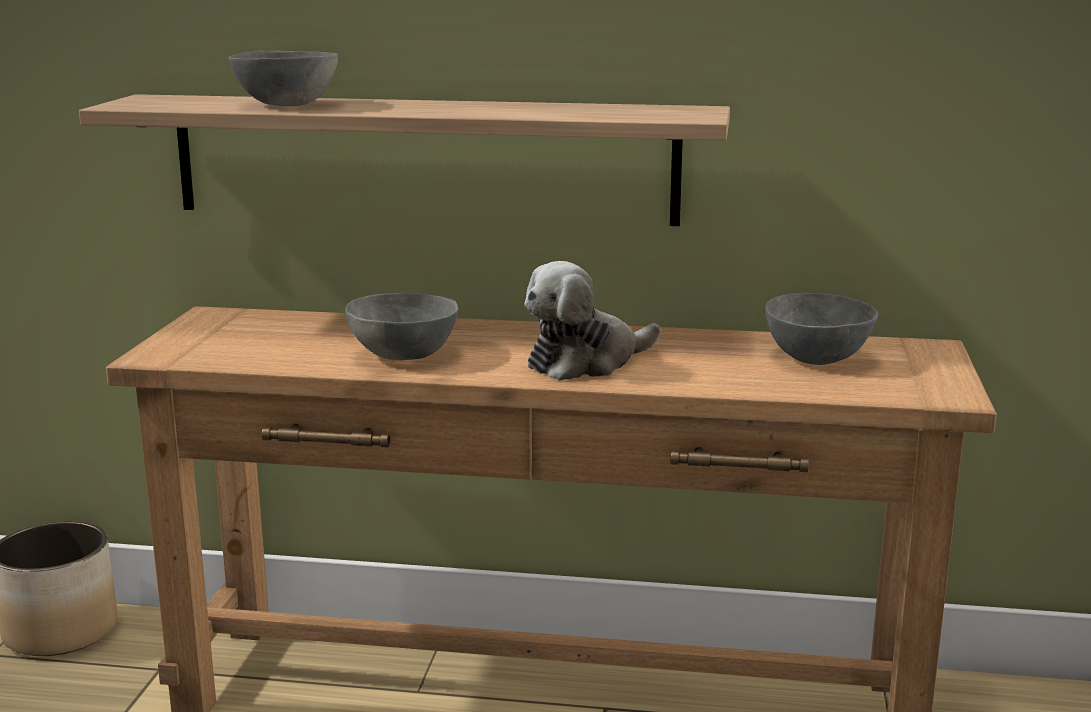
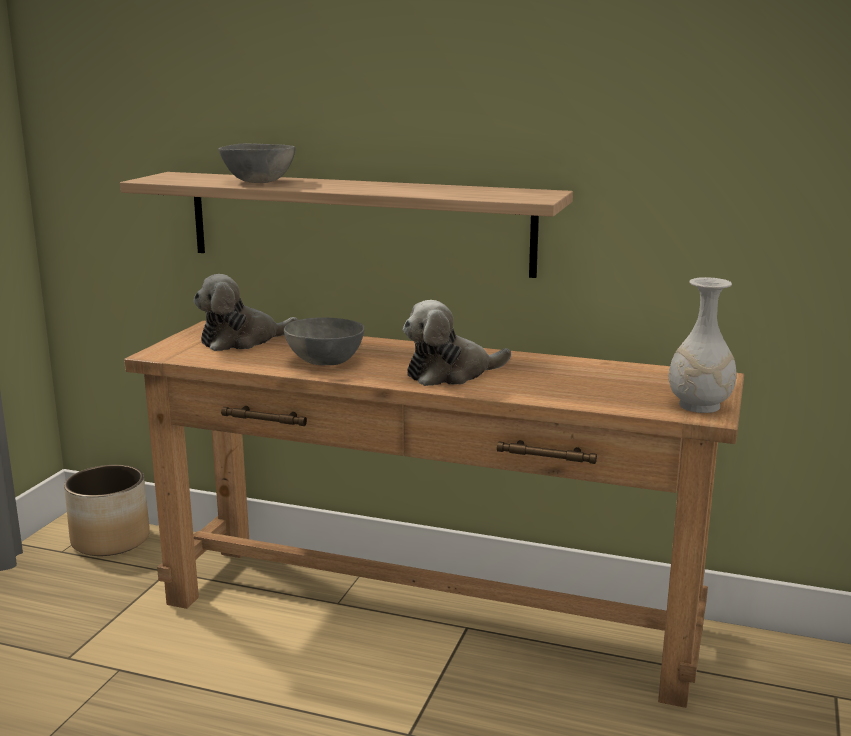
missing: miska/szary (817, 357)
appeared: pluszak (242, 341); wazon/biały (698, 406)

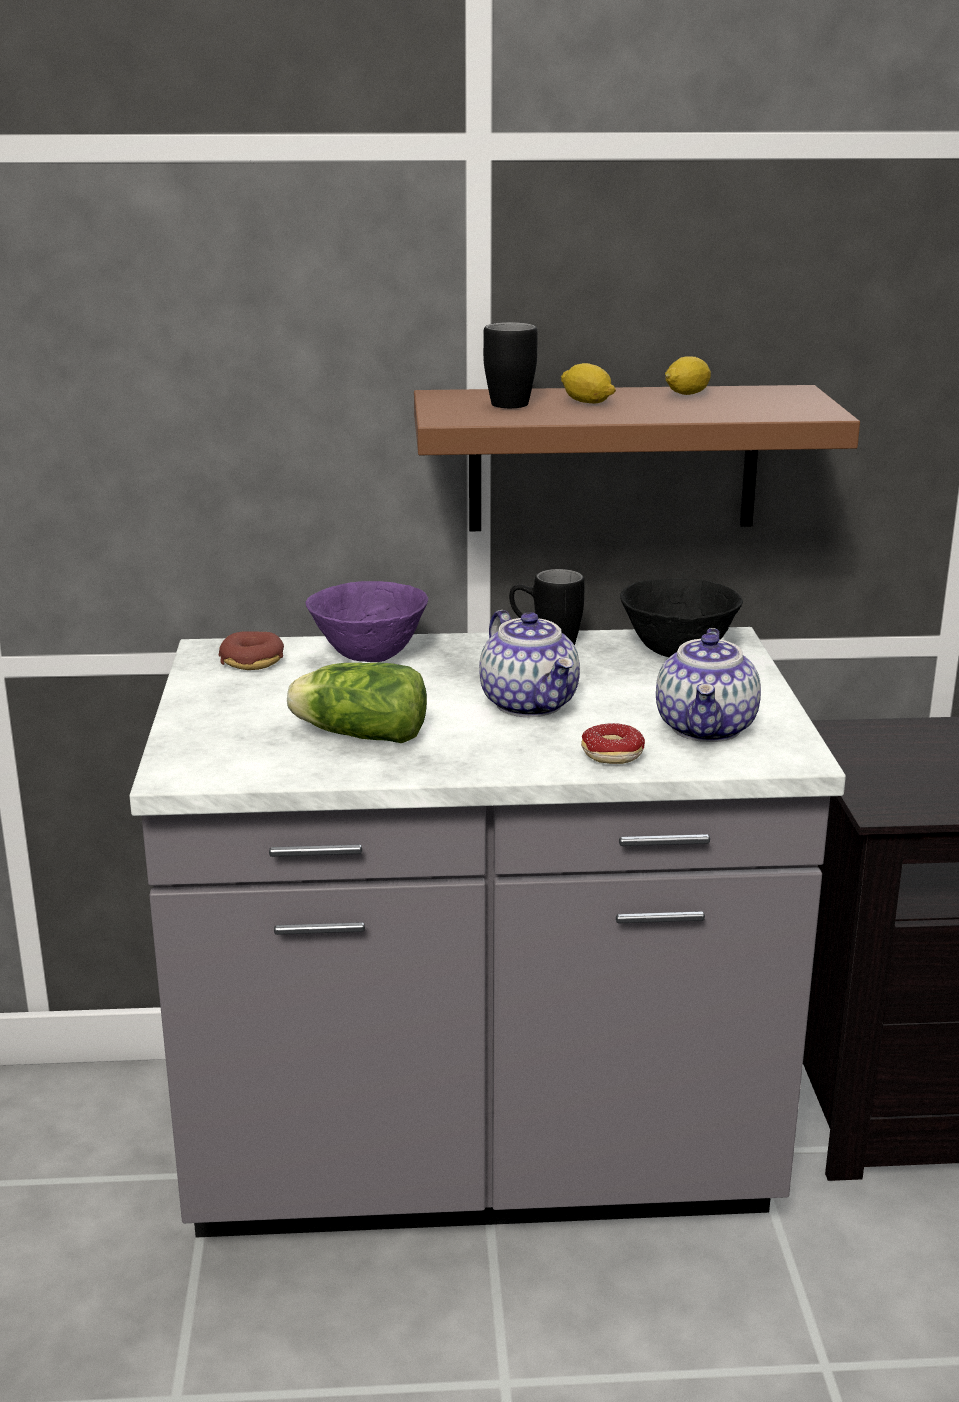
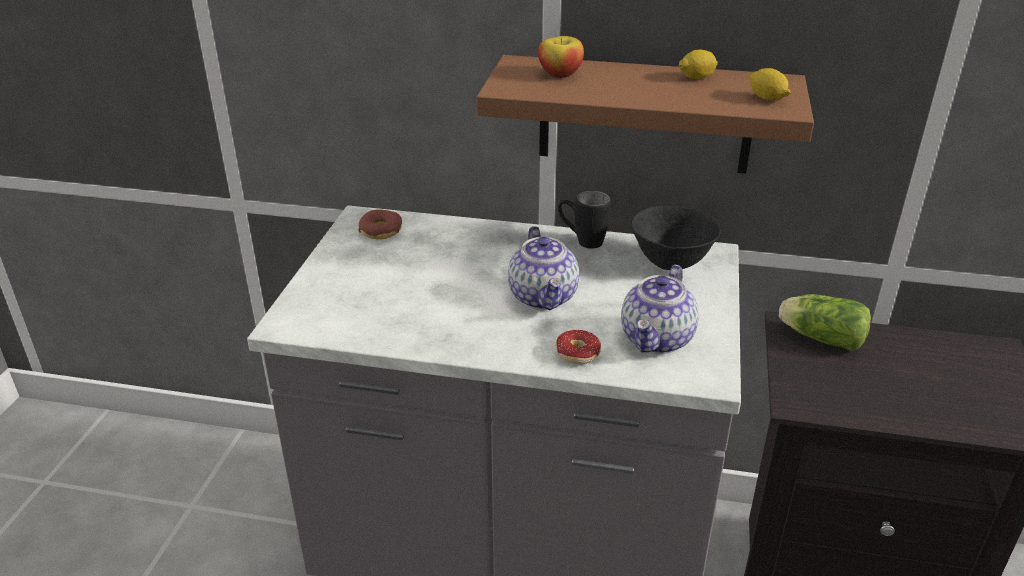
missing: miska/fioletowy (368, 656)
relocated: sałata (357, 735) to (819, 337); cytryna (587, 402) to (767, 98)
exchanged: kubek/czarny (510, 401) to jabłko (560, 74)

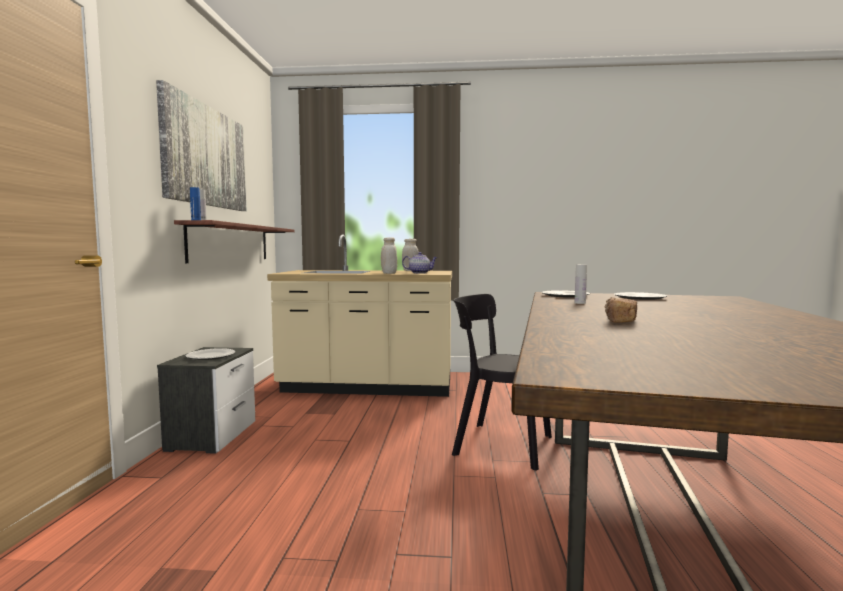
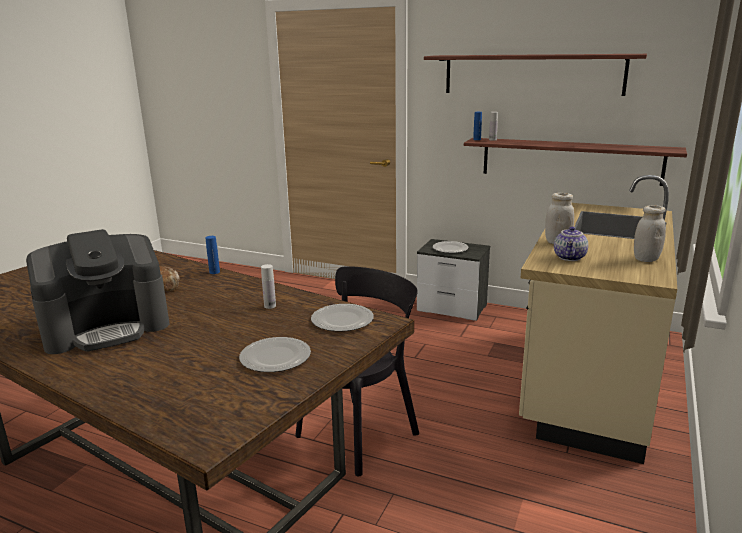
appeared: ekspres do kawy (107, 327); butelka/niebieski (214, 272)
exchanged: obraz (206, 156) to półka (532, 74)

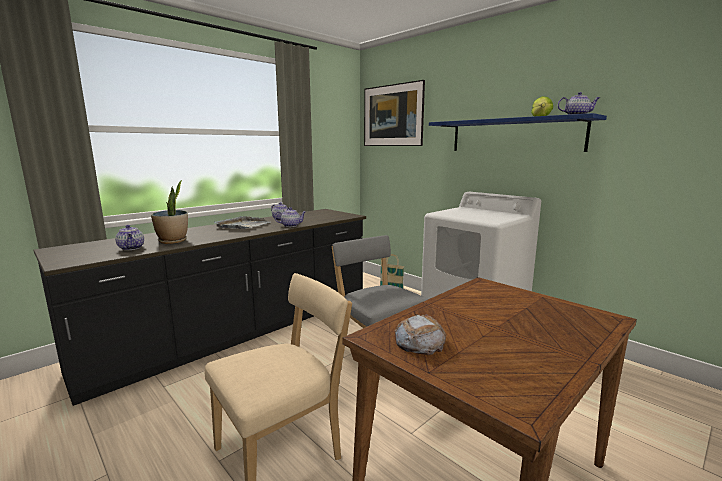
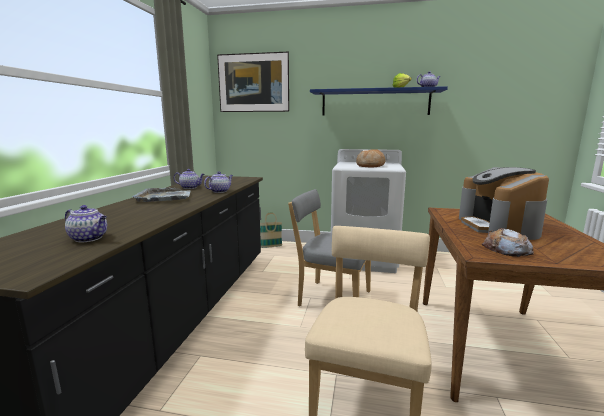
missing: roślina doniczkowa (173, 241)
appeared: chleb (370, 166); ekspres do kawy (498, 227)

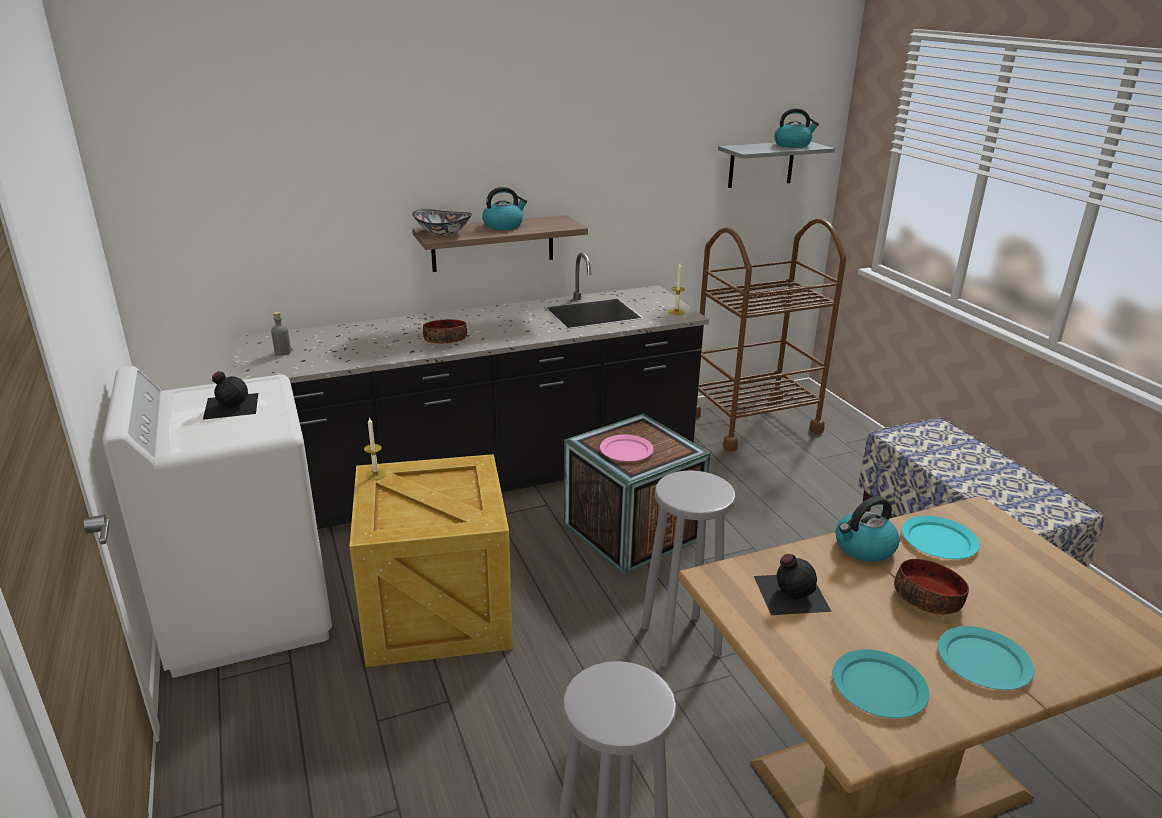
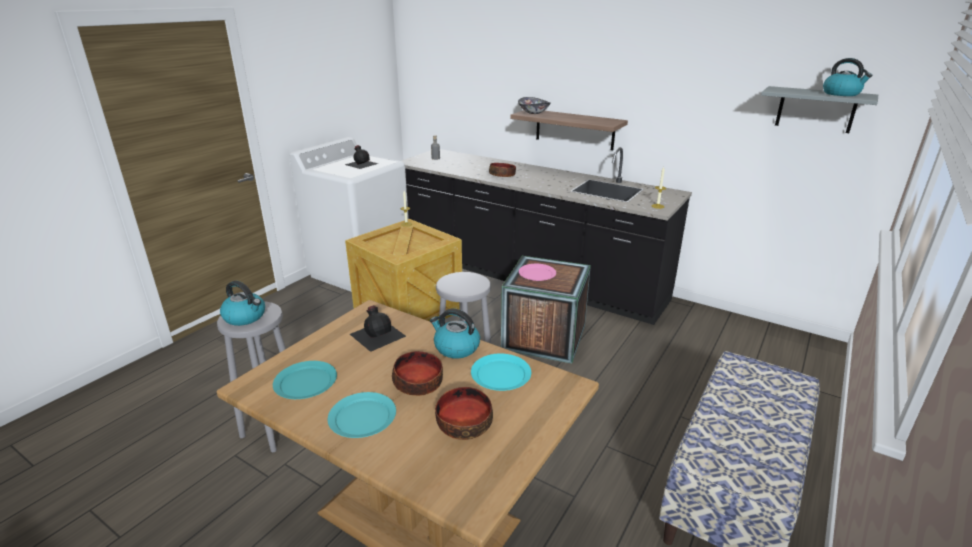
missing: wózek/brązowy (753, 423)
appeared: miska (463, 423)
relocated: czajnik (503, 225) to (245, 317)

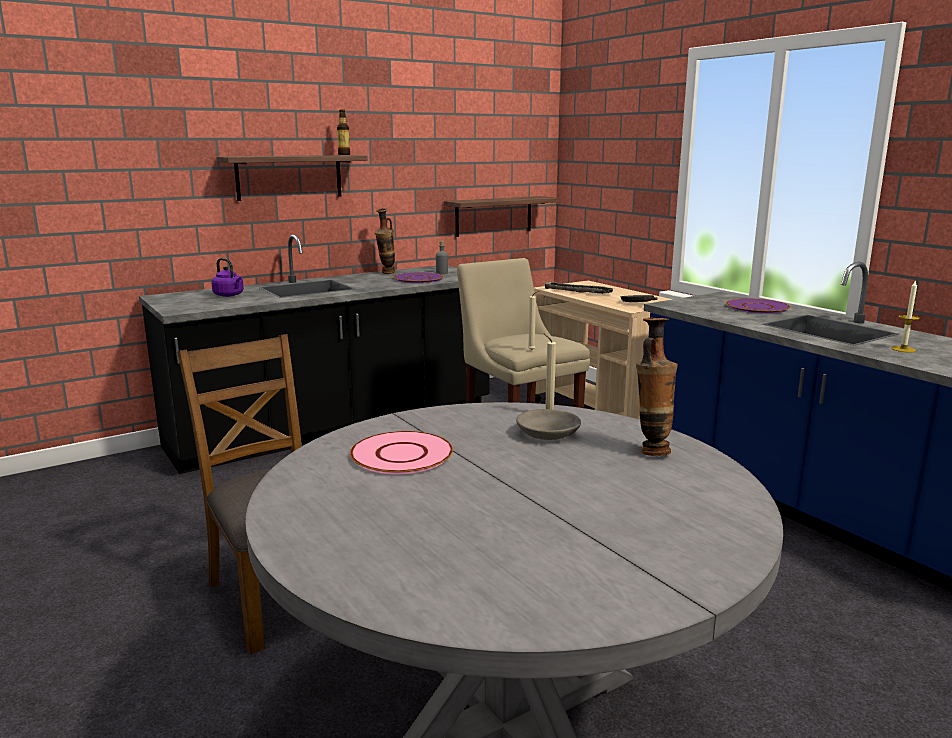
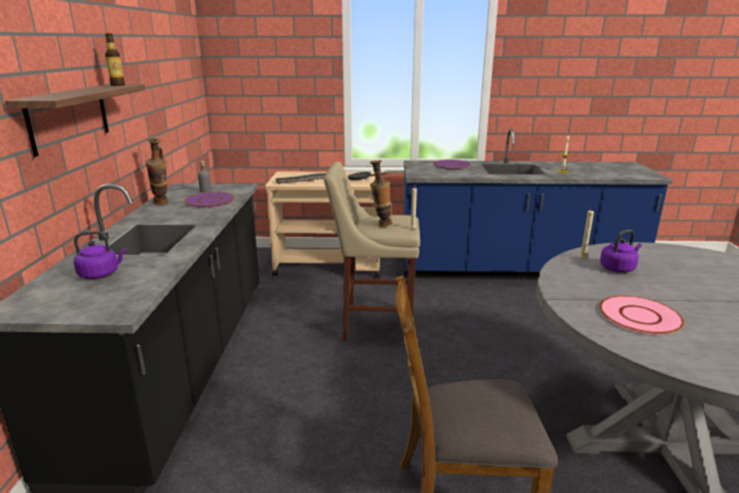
missing: półka (493, 216)
relocated: wazon (652, 450) to (380, 224)
exchanged: miska/szary (549, 434) to czajnik/fioletowy (618, 268)

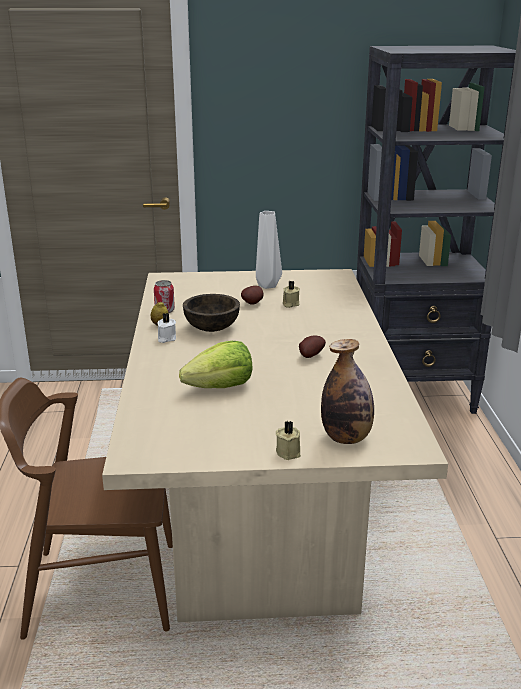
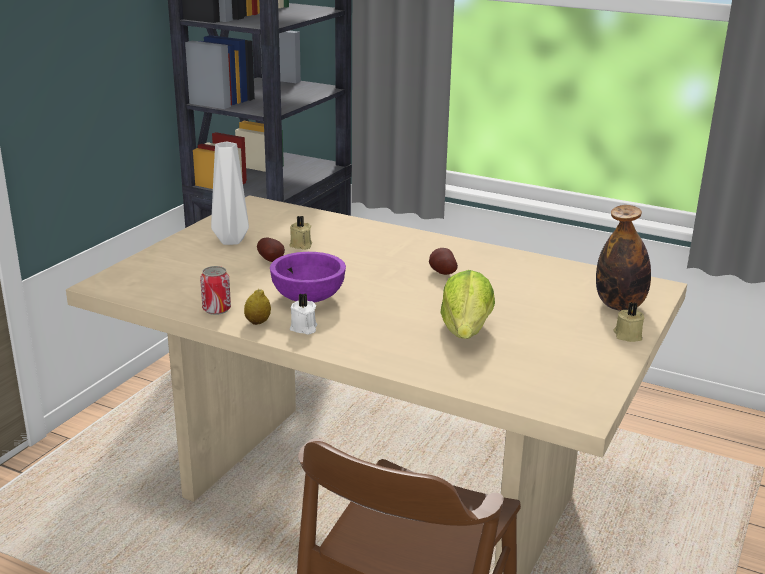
colour: miska/brązowy (212, 328) to miska/fioletowy (308, 297)

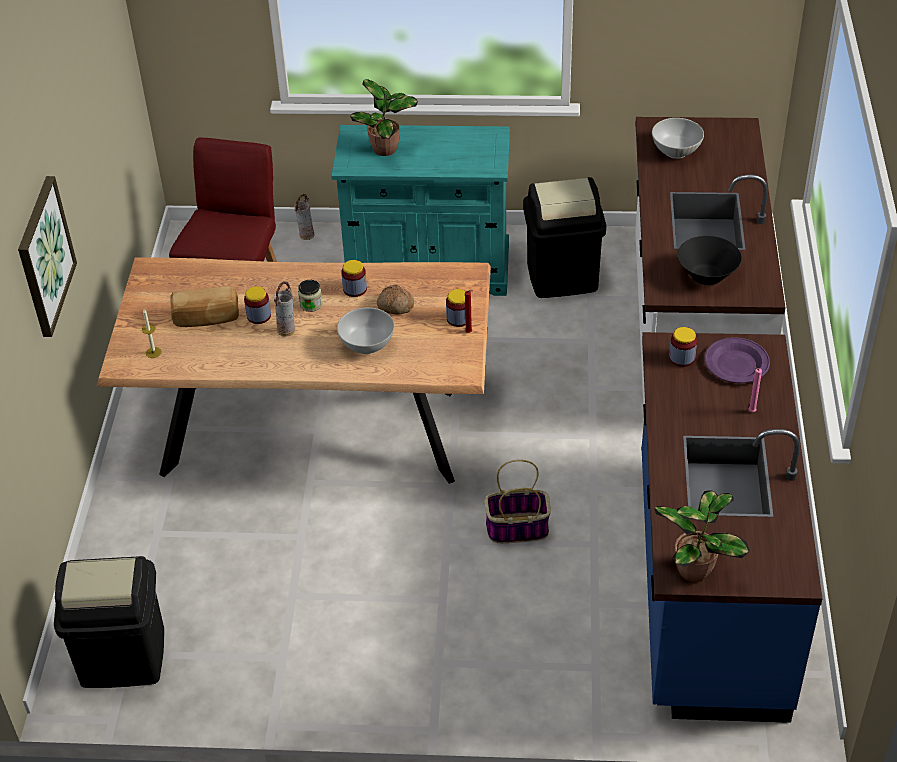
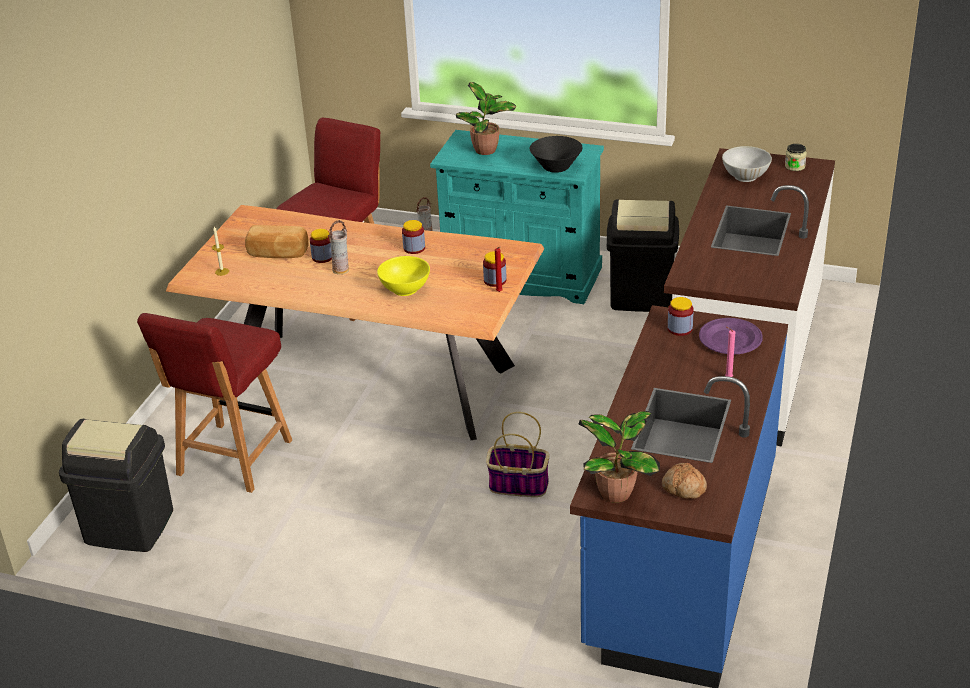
missing: obraz (44, 256)
appeared: krzesło/czerwony (233, 459)
relocated: słoik (311, 304) to (795, 166); chleb (395, 306) to (683, 488); miska/czarny (706, 276) to (556, 167)
colour: miska/biały (367, 345) to miska/żółty (405, 289)

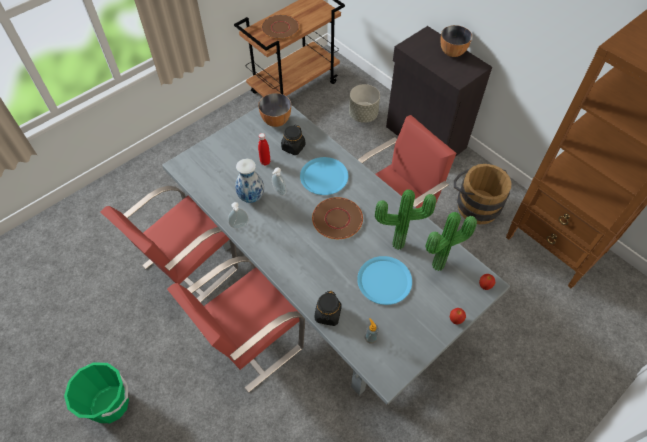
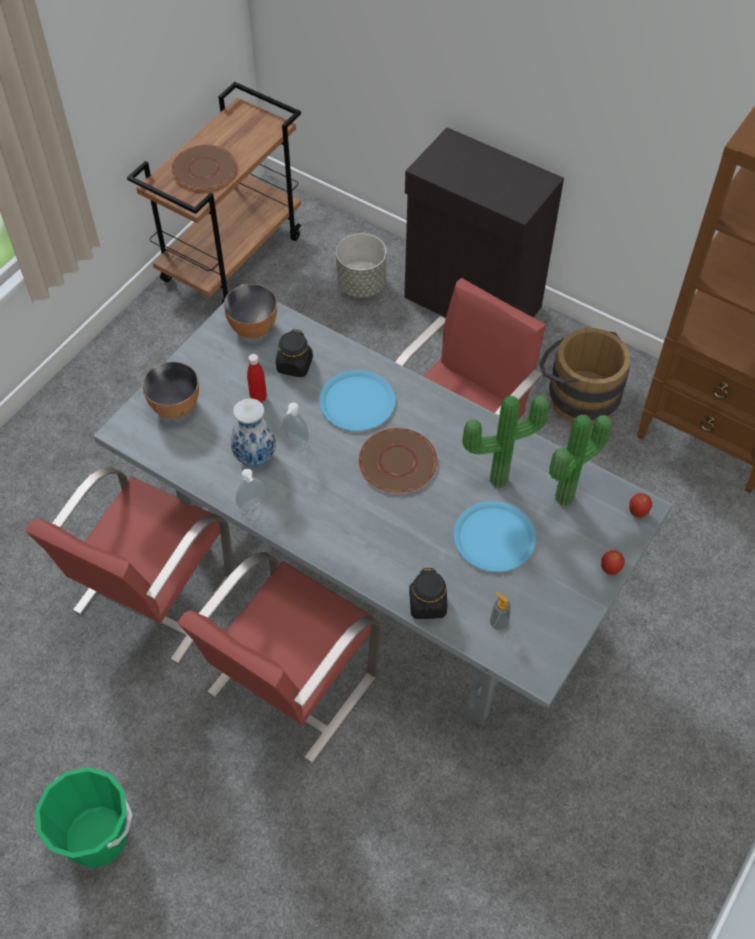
relocated: miska (452, 52) to (175, 406)

